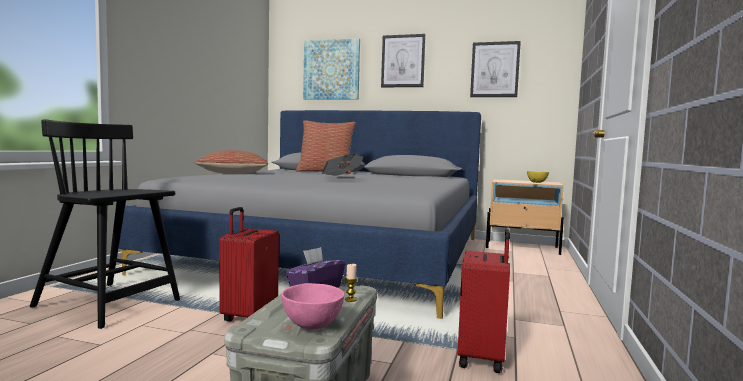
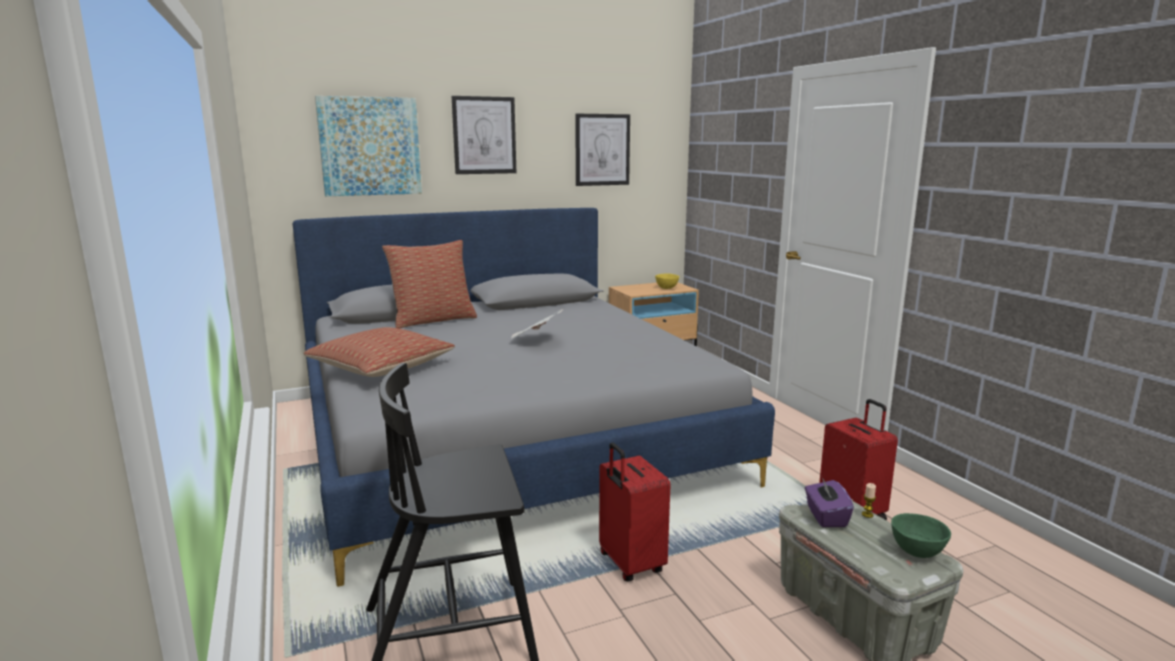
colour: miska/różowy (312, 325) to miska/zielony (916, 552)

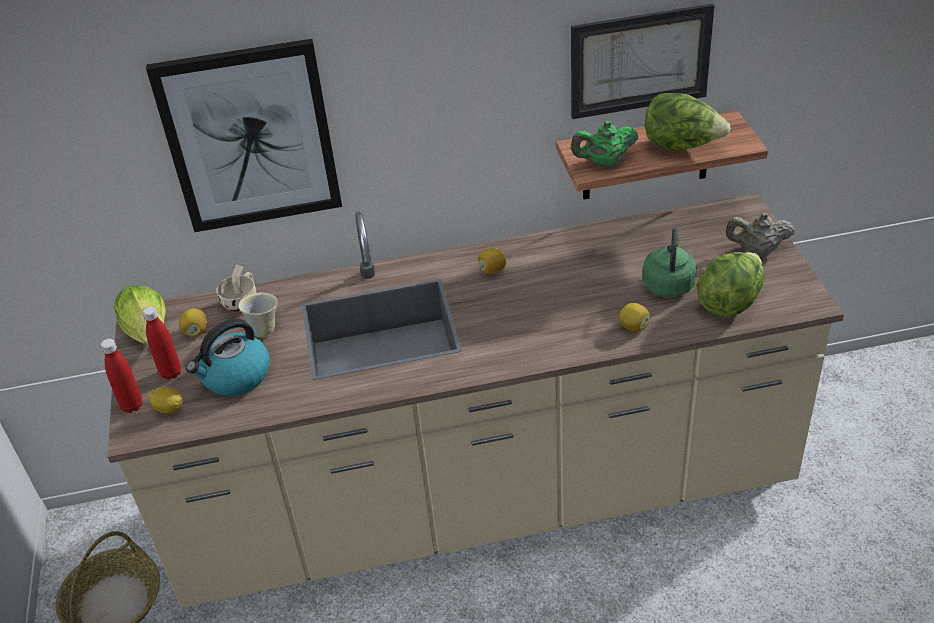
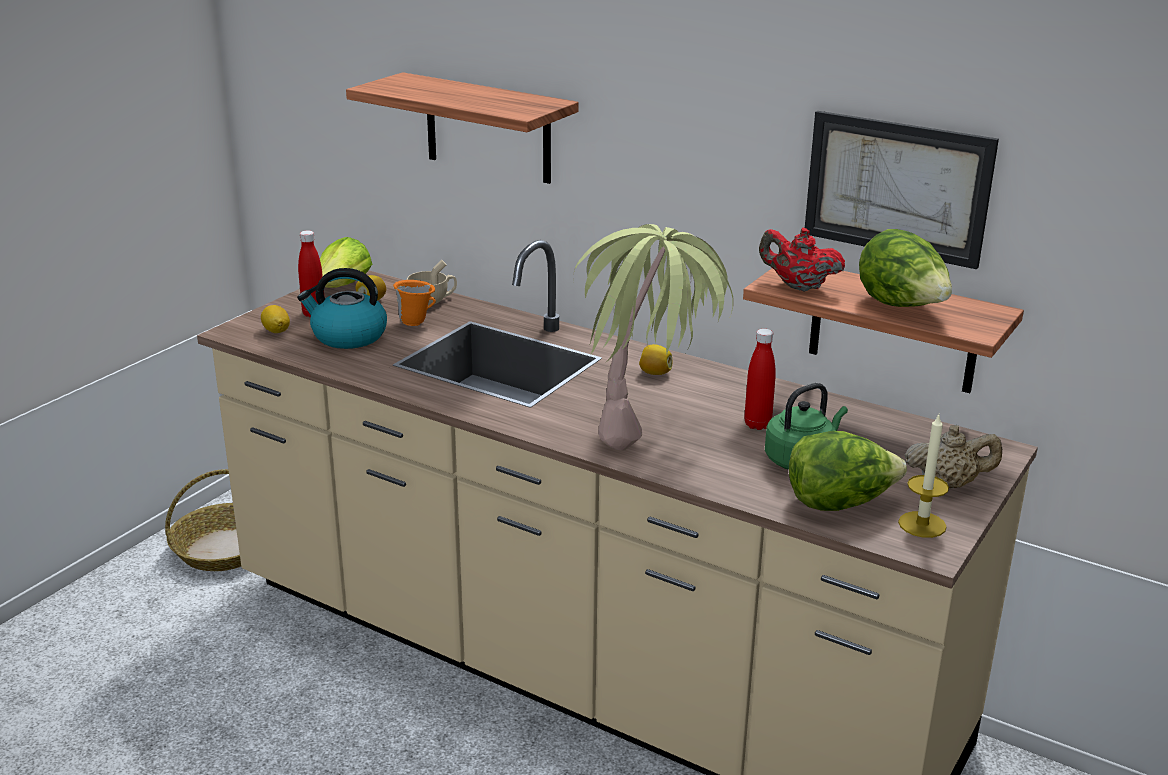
missing: cytryna (633, 327)
appeared: roślina doniczkowa (650, 426); świeca (922, 524)
relocated: butelka/czerwony (132, 406) to (757, 424)
exchanged: obraz (250, 137) to półka (488, 128)
colour: kubek/beżowy (265, 330) to kubek/pomarańczowy (416, 322); imbryk/zielony (604, 163) to imbryk/czerwony (798, 286)
spun: imbryk/beżowy (757, 250) = (948, 484) 135 degrees clockwise

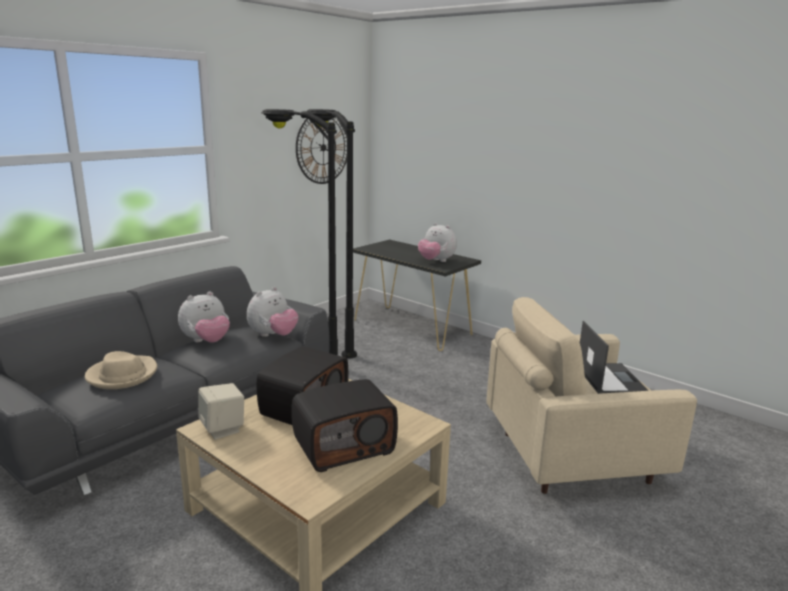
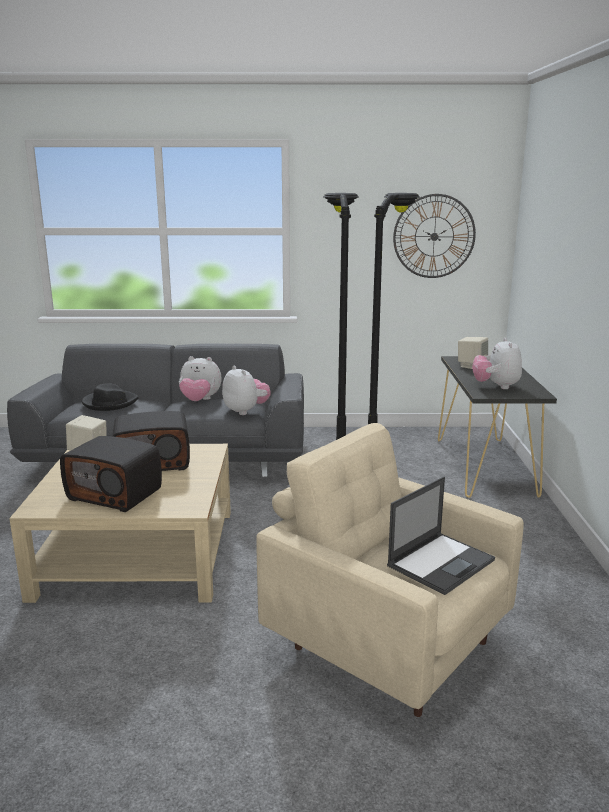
appeared: głośnik/beżowy (471, 366)
colour: kapelusz/beżowy (122, 375) to kapelusz/czarny (109, 403)
spun: pluszak (273, 335) = (246, 411) 120 degrees counterclockwise

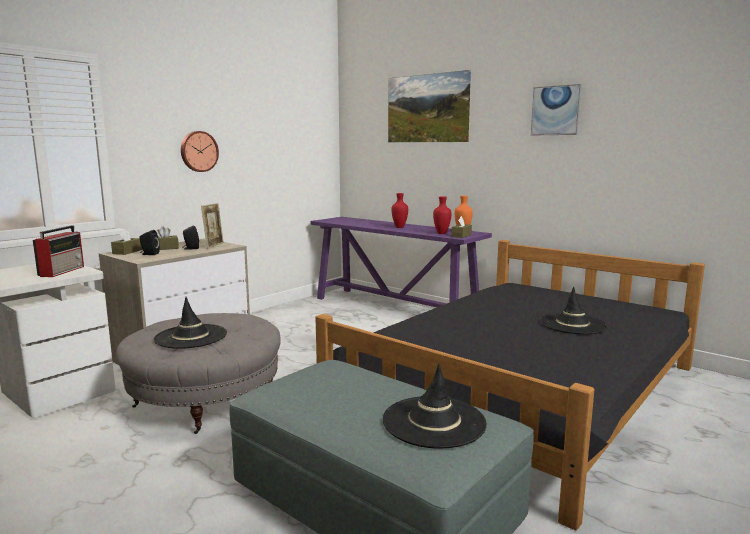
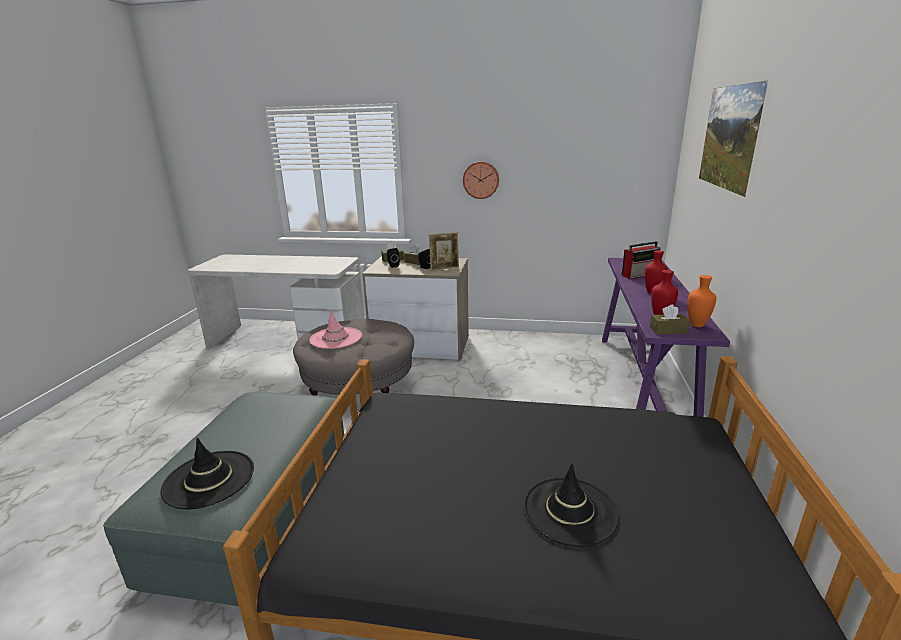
missing: obraz (556, 110)
relocated: radio (62, 271) to (639, 274)
colour: kapelusz/czarny (191, 337) to kapelusz/różowy (336, 338)

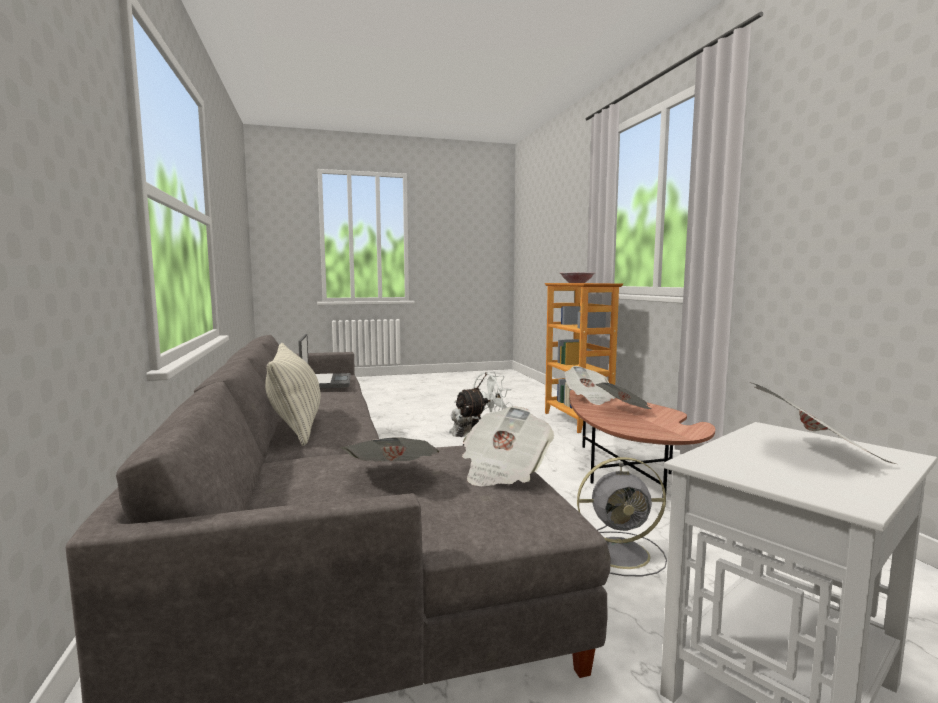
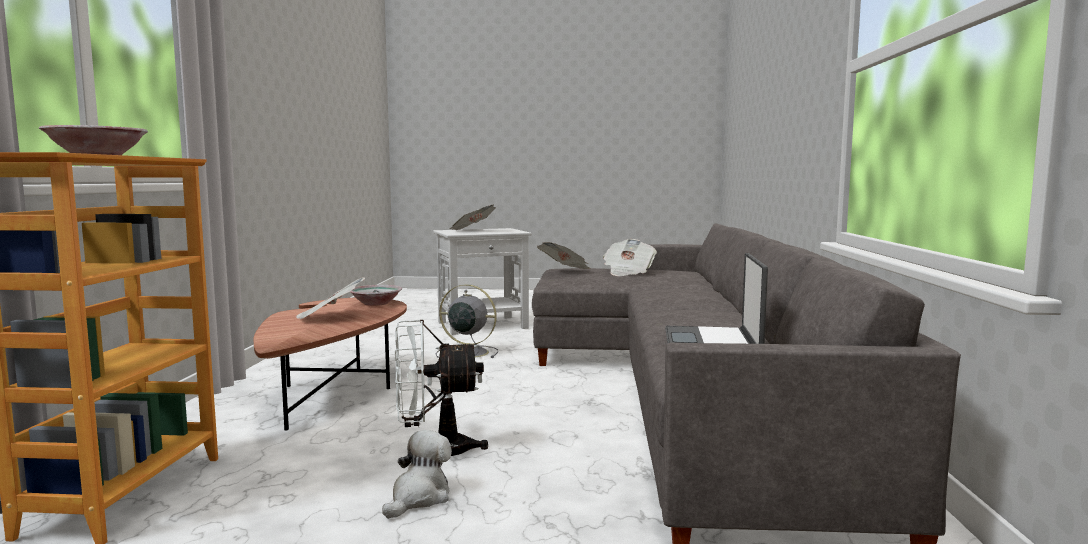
missing: poduszka (295, 425); gazeta (589, 399)
appeared: miska (376, 303)

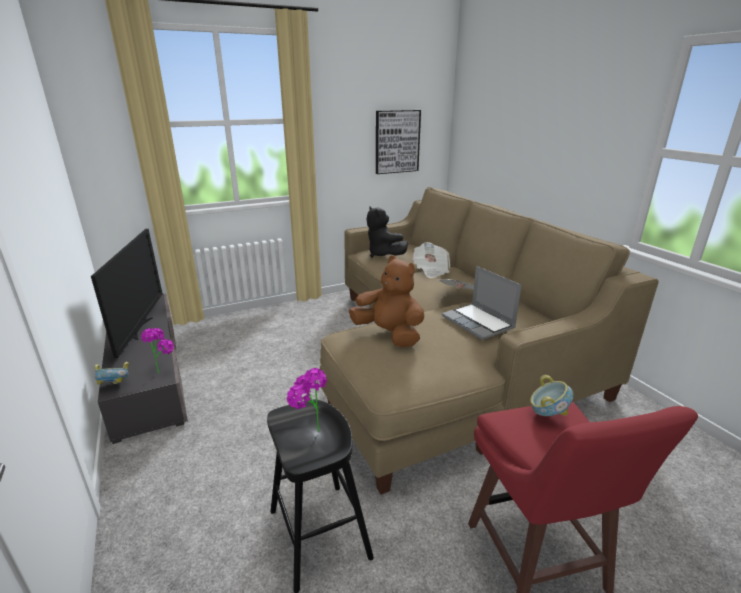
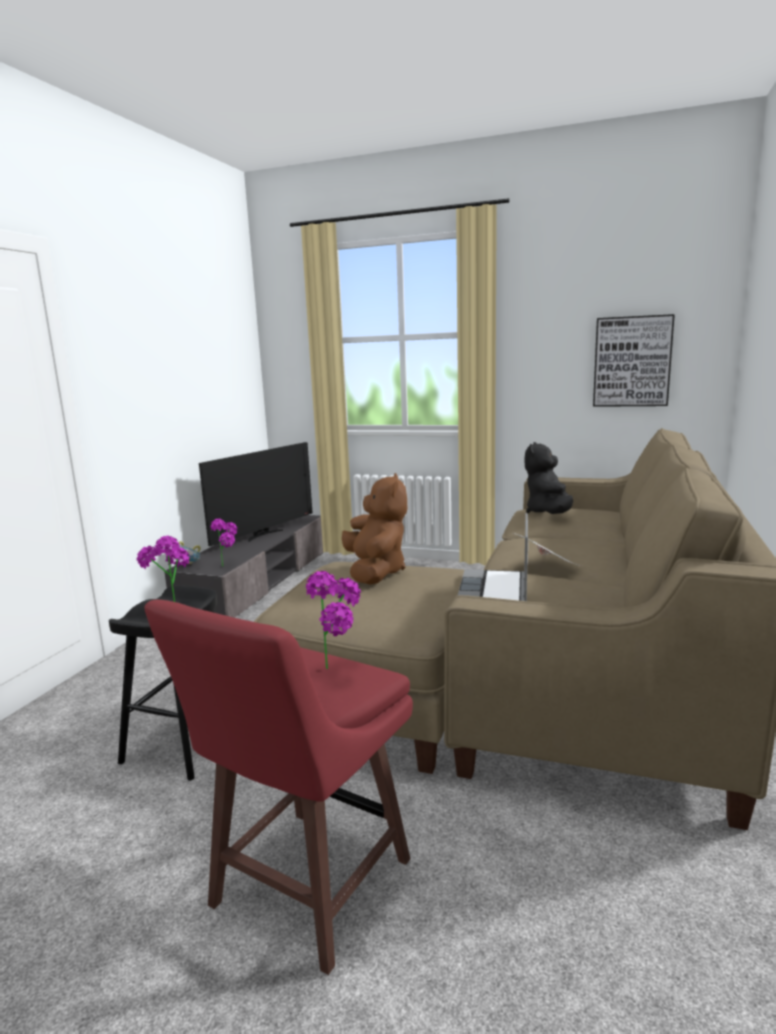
missing: gazeta (431, 270)
exchanged: miska (547, 414) to roślina doniczkowa (340, 668)

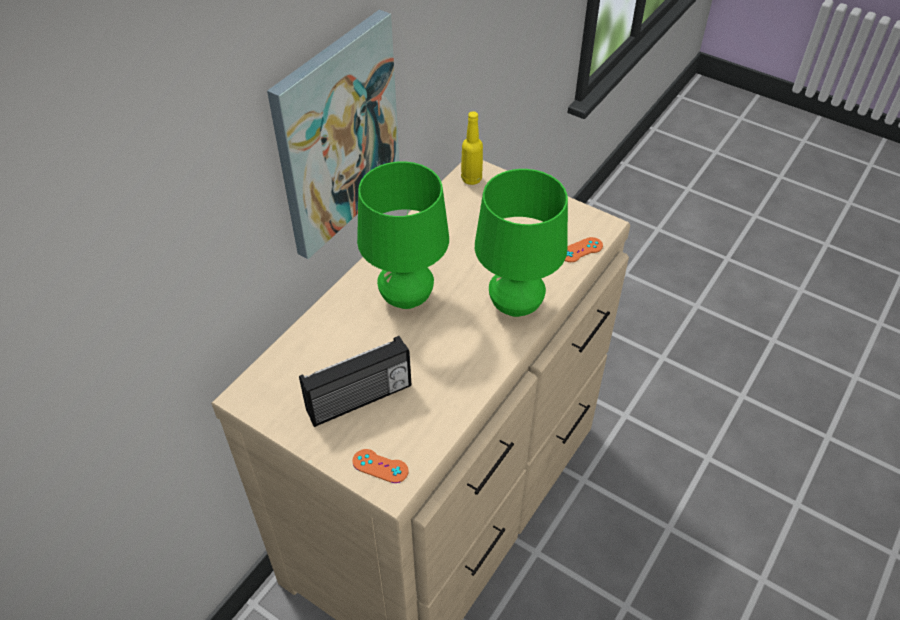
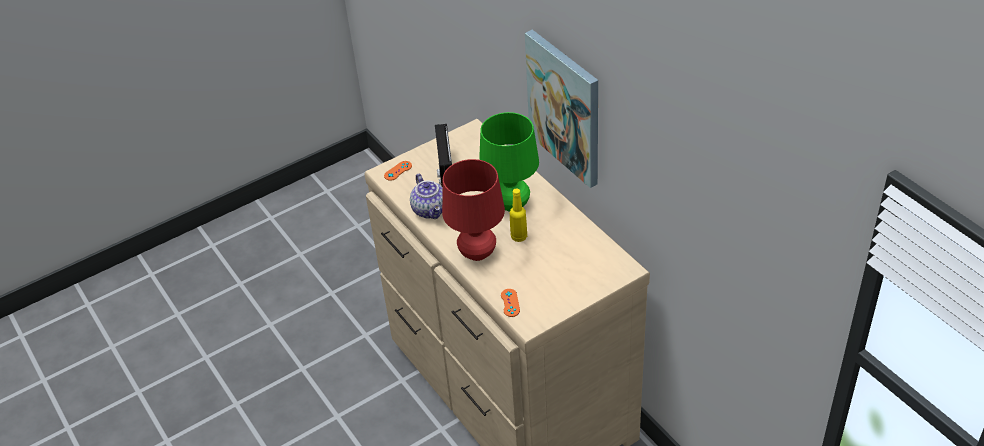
appeared: imbryk (431, 210)
relocated: butelka/żółty (471, 179) to (519, 237)
colour: lampa stołowa/zielony (515, 305) to lampa stołowa/czerwony (477, 253)

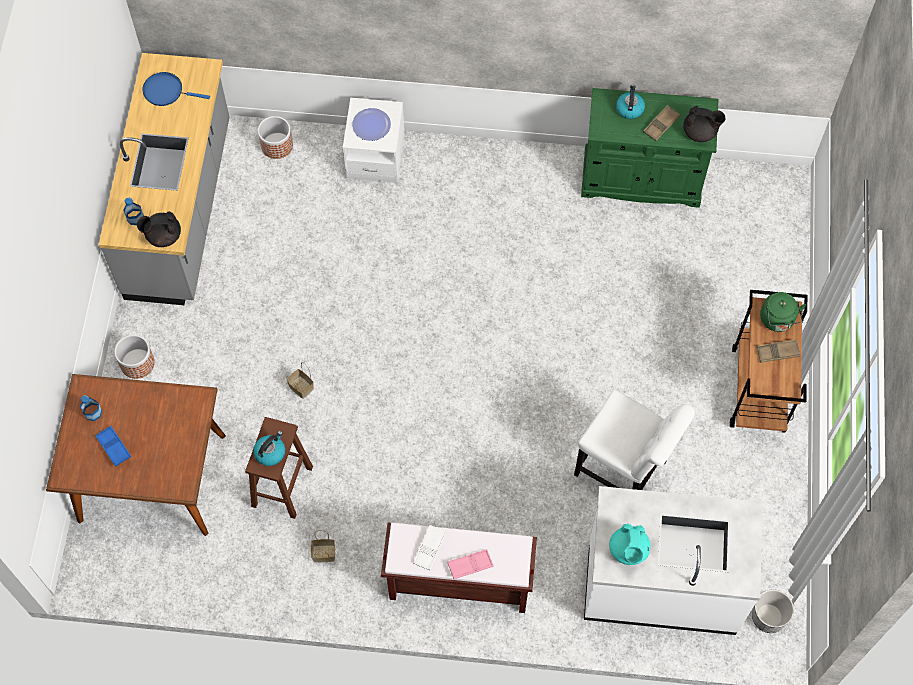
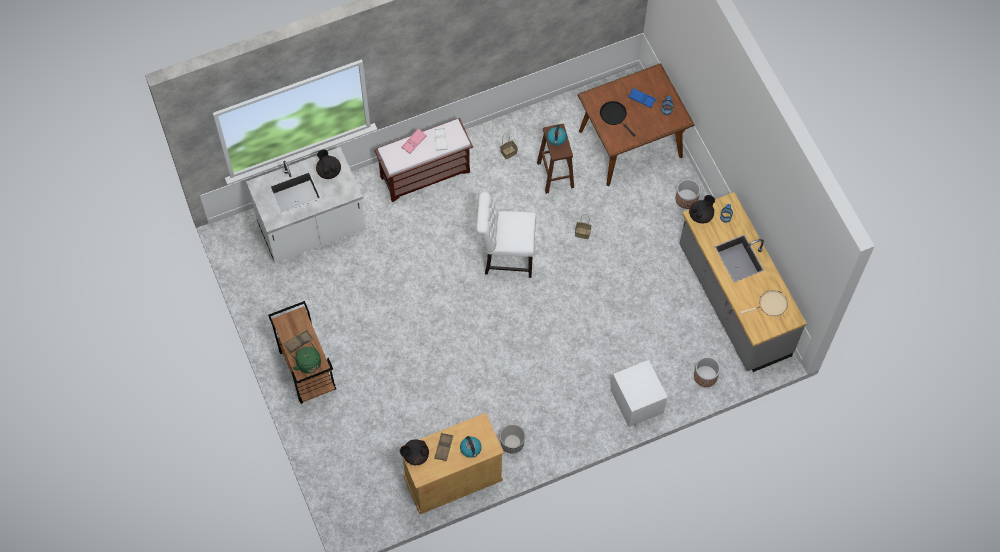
missing: talerz (371, 125)
appeared: patelnia/czarny (614, 115)
relocated: krzesło/biały (624, 471) to (505, 257); donica (768, 617) to (512, 443)
colour: patelnia/niebieski (166, 91) to patelnia/beżowy (770, 305); szafka/zielony (641, 178) to szafka/beżowy (452, 478); imbryk/turkusowy (628, 550) to imbryk/czarny (328, 171)

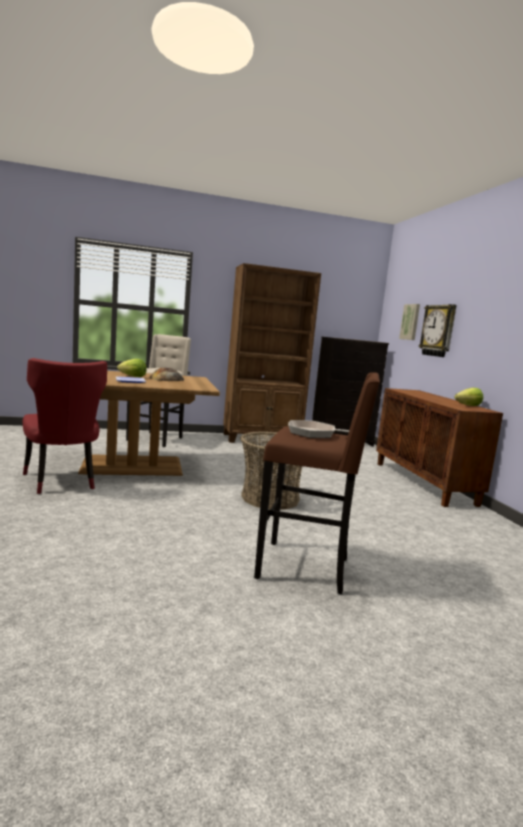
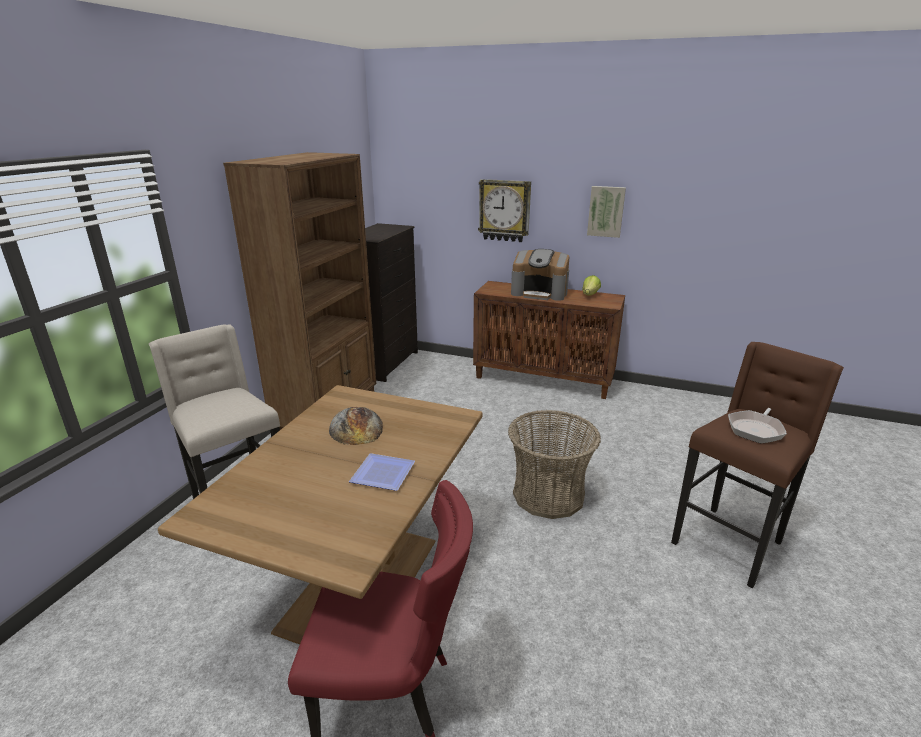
missing: sałata (133, 376)
appeared: ekspres do kawy (540, 293)
relocated: obraz (410, 322) to (606, 211)

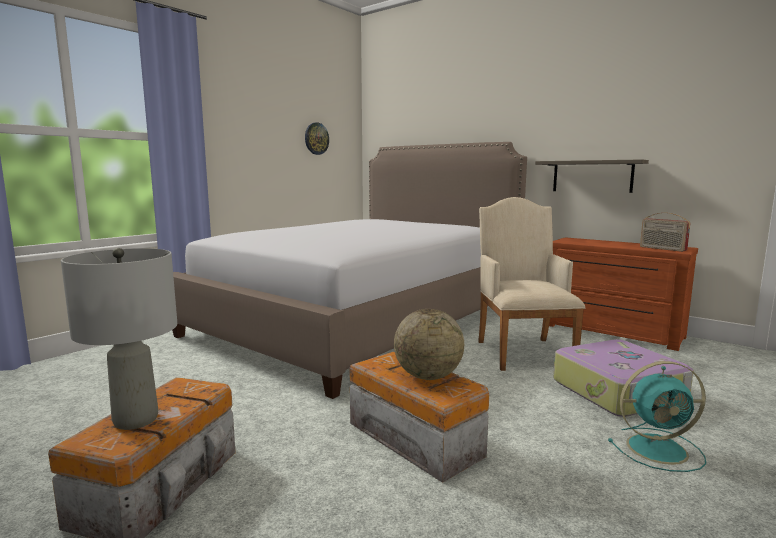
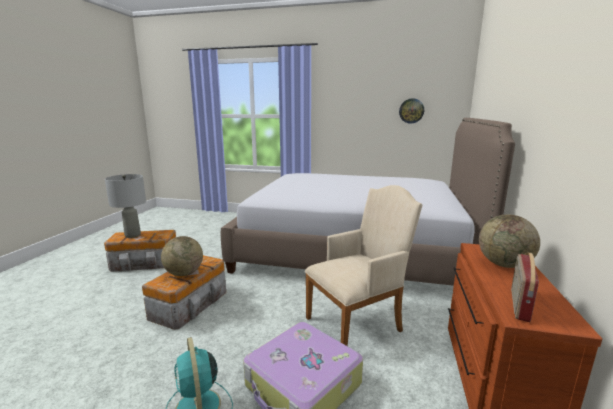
missing: półka (592, 176)
appeared: globus (504, 264)

